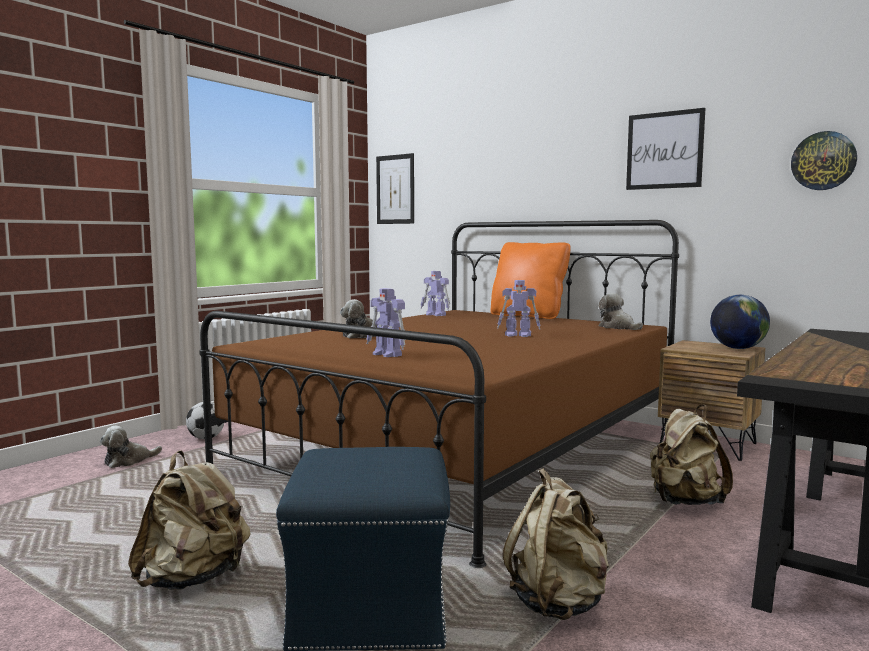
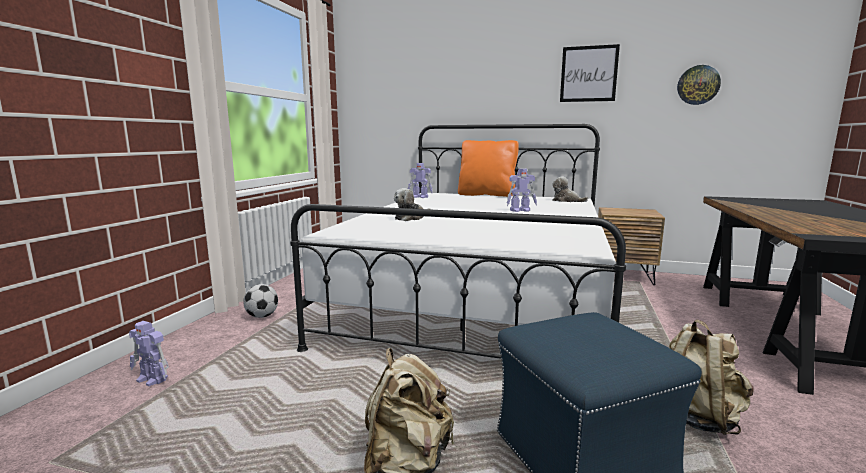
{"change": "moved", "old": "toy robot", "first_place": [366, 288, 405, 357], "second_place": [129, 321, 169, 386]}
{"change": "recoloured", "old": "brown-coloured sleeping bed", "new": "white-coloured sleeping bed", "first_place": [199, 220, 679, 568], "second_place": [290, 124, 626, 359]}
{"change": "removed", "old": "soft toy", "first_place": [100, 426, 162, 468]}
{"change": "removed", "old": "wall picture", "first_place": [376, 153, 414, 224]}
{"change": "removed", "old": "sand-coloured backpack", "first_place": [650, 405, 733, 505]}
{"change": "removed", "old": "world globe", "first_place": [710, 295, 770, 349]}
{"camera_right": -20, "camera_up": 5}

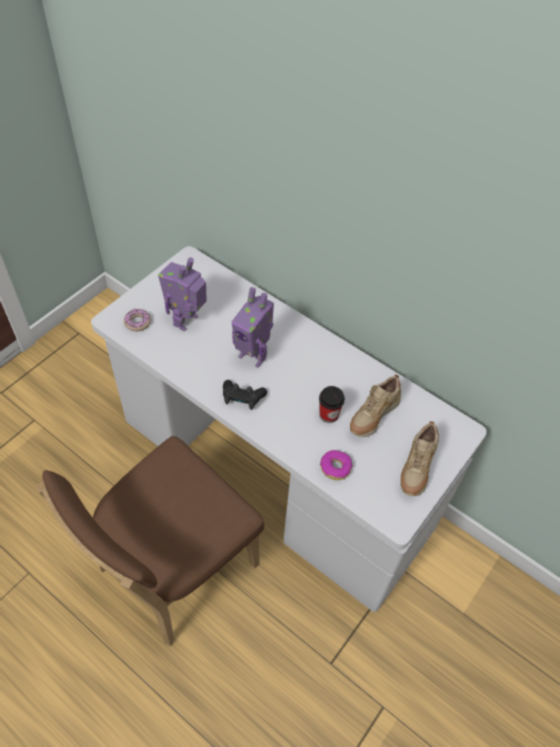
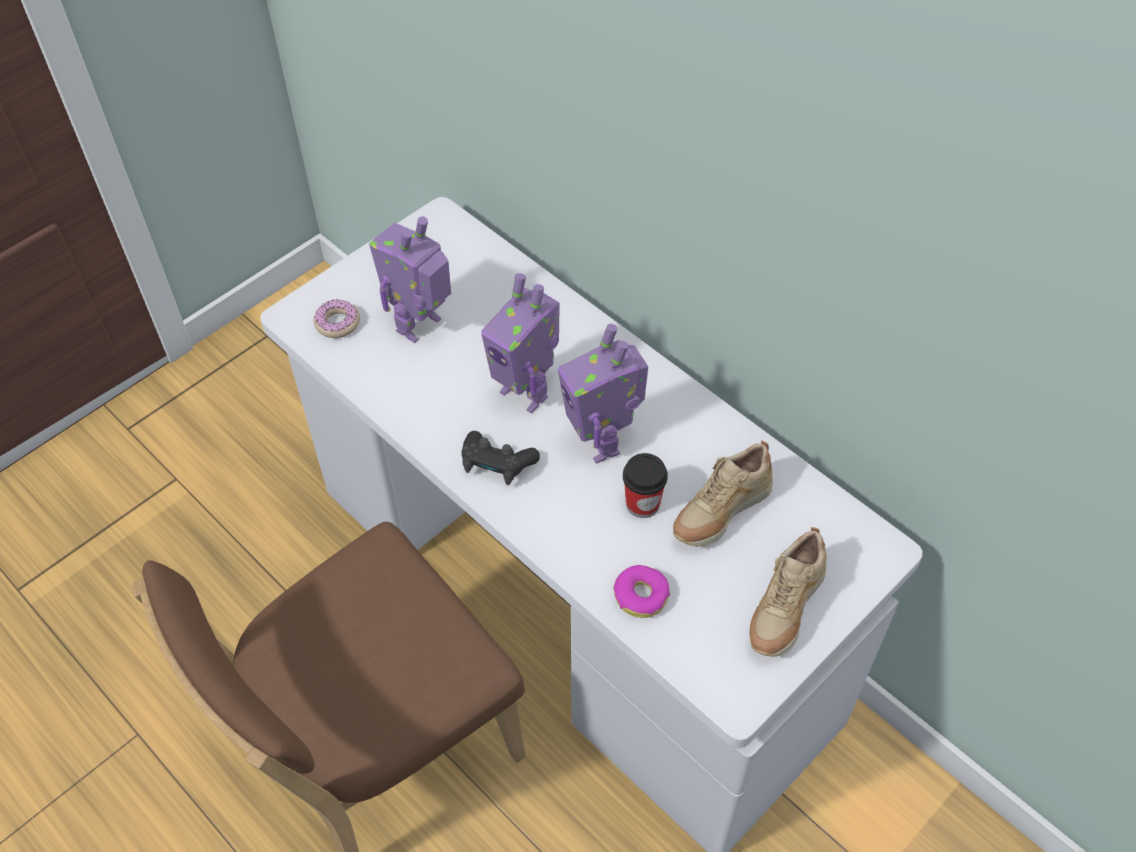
{"change": "added", "new": "toy robot", "second_place": [558, 324, 648, 463]}
{"camera_right": 10, "camera_up": 0}

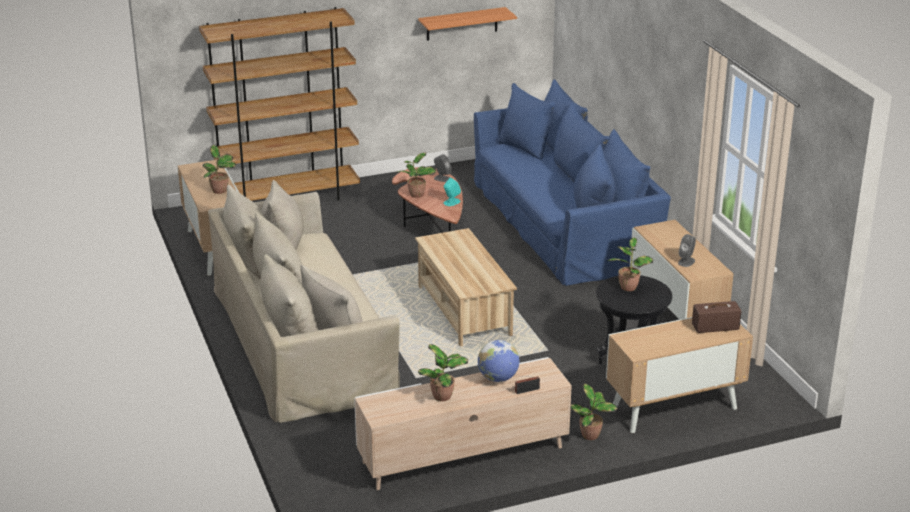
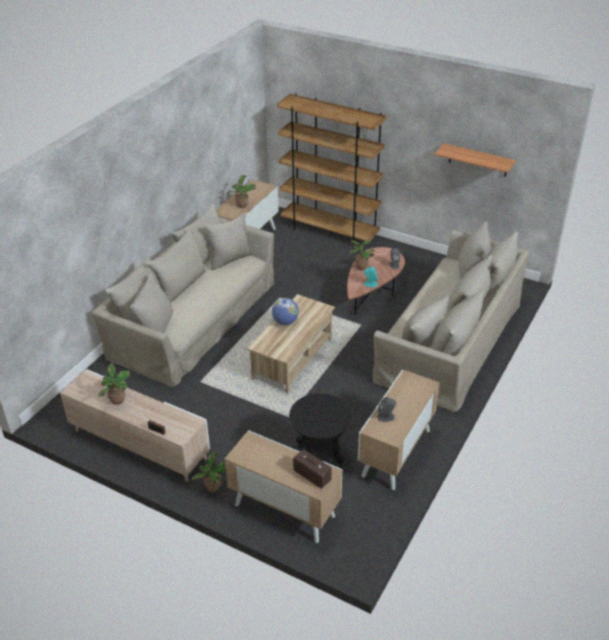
{"change": "moved", "old": "world globe", "first_place": [478, 340, 519, 382], "second_place": [272, 298, 299, 325]}
{"change": "recoloured", "old": "blue-coloured sofa", "new": "sand-coloured sofa", "first_place": [474, 79, 671, 286], "second_place": [372, 221, 530, 412]}
{"change": "removed", "old": "plant in a pot", "first_place": [607, 237, 653, 291]}
{"camera_right": 50, "camera_up": 10}

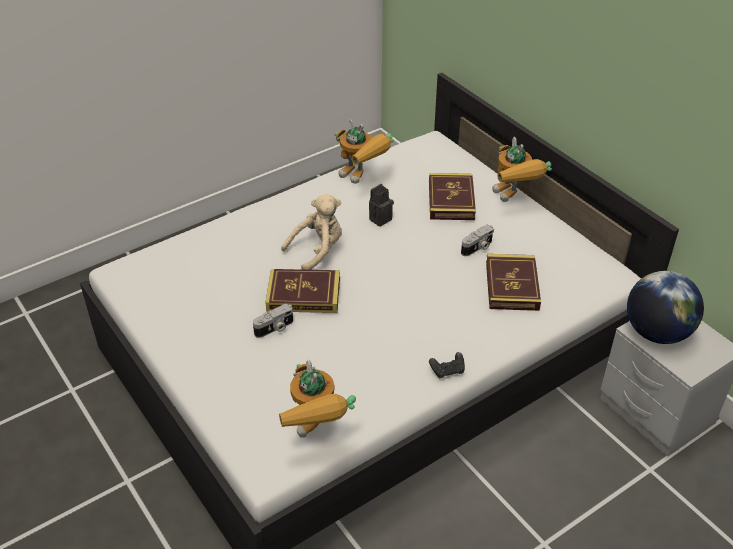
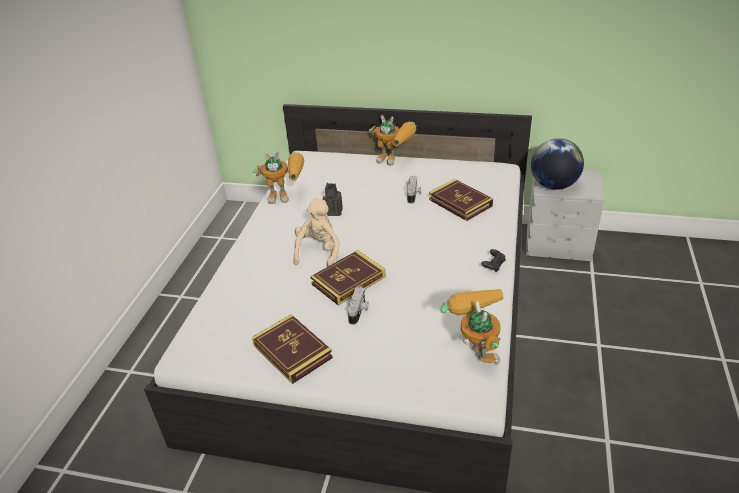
{"change": "moved", "old": "book", "first_place": [429, 173, 476, 220], "second_place": [252, 314, 333, 384]}
{"change": "turned", "old": "toy robot", "first_place": [279, 360, 356, 438], "second_place": [440, 289, 504, 364], "degrees": -135}
{"camera_right": -40, "camera_up": -5}

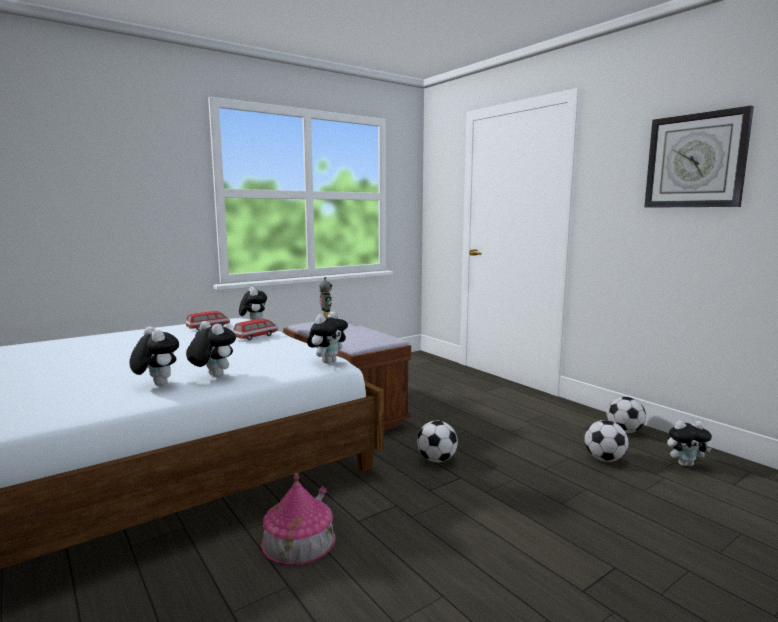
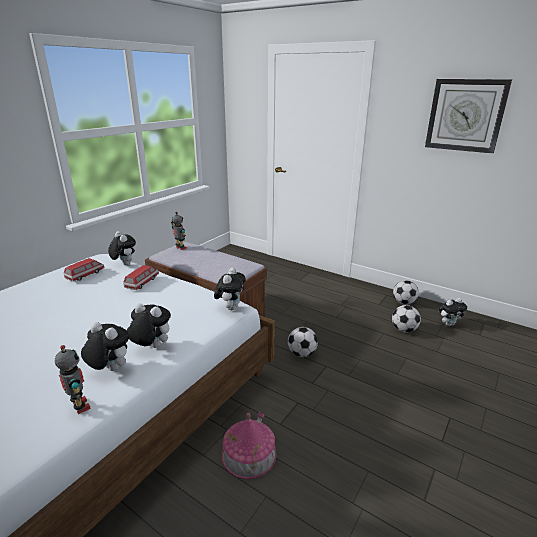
{"change": "added", "new": "toy robot", "second_place": [55, 345, 91, 414]}
{"camera_right": -20, "camera_up": 15}

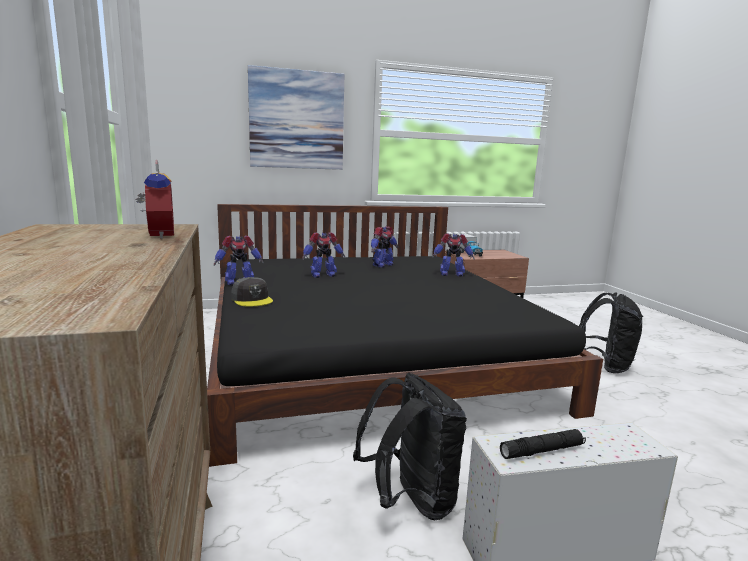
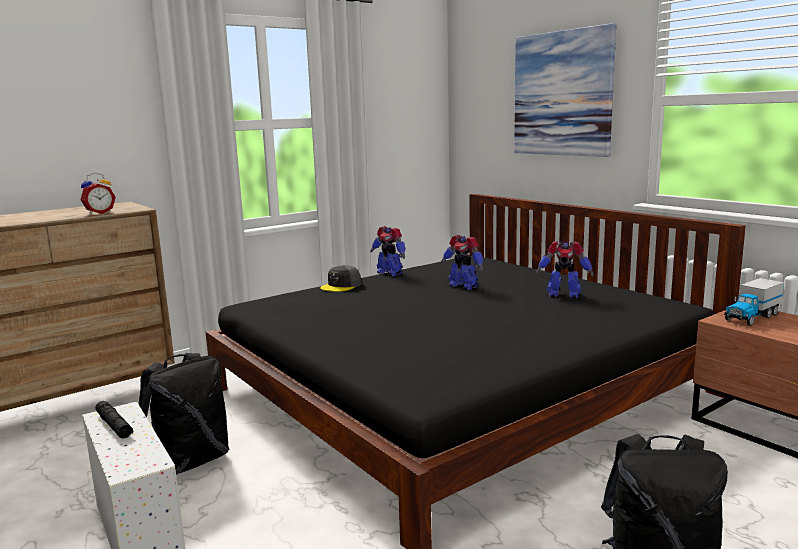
{"change": "removed", "old": "toy robot", "first_place": [432, 233, 475, 277]}
{"camera_right": 70, "camera_up": 0}

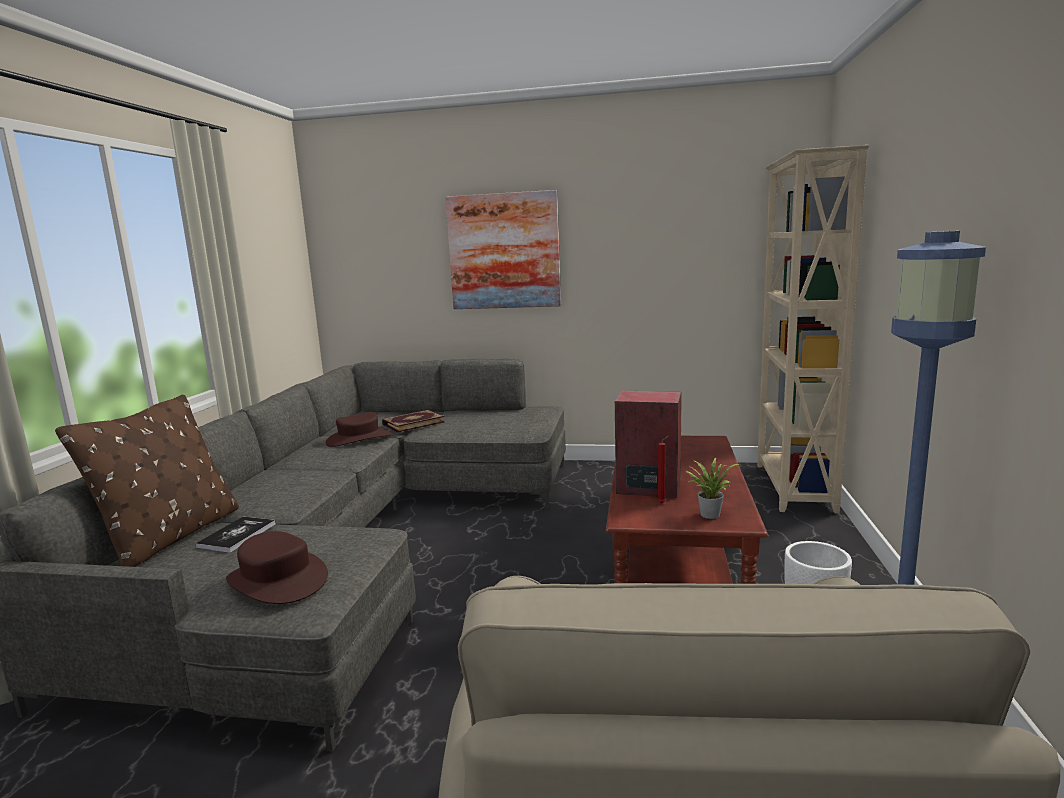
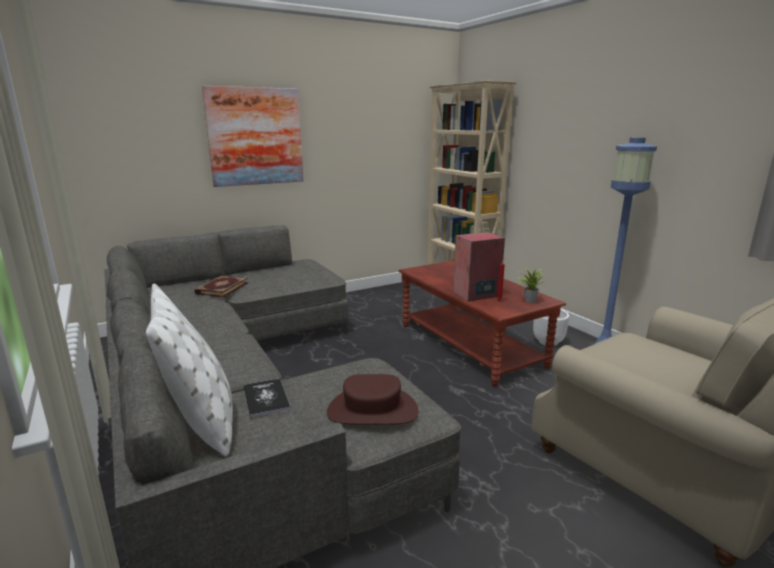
{"change": "recoloured", "old": "brown-coloured pillow", "new": "white-coloured pillow", "first_place": [55, 394, 239, 567], "second_place": [146, 284, 233, 457]}
{"change": "removed", "old": "brown-coloured clothing hat", "first_place": [326, 412, 392, 447]}
{"camera_right": -40, "camera_up": 5}

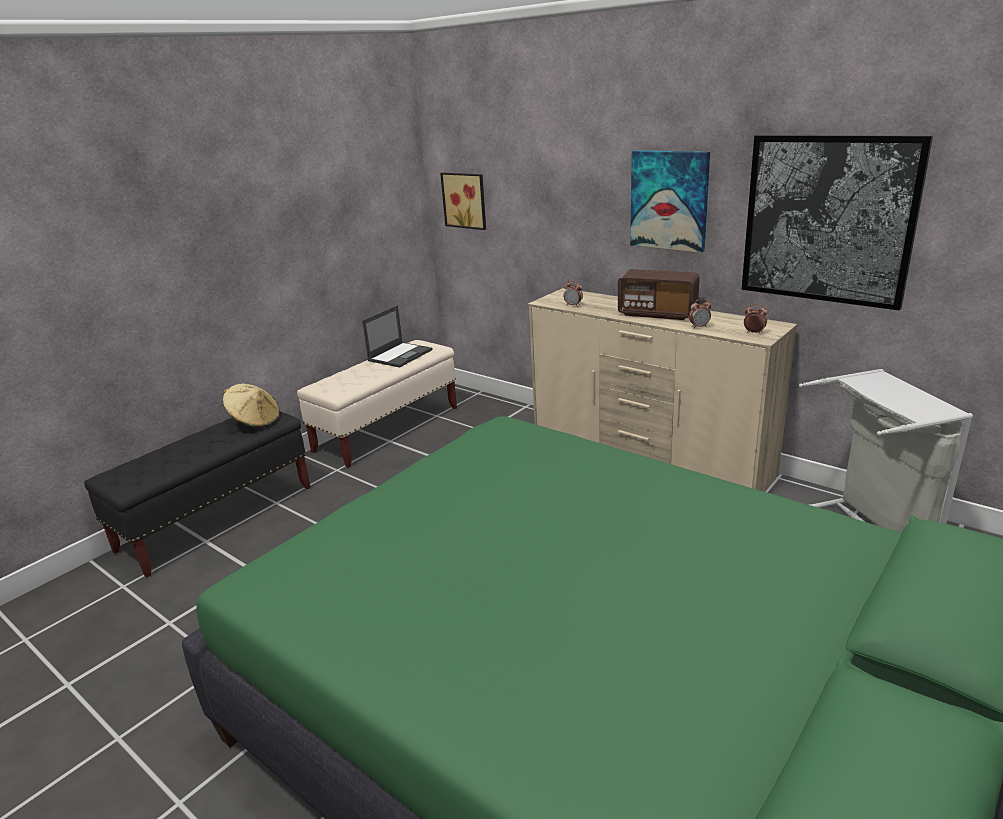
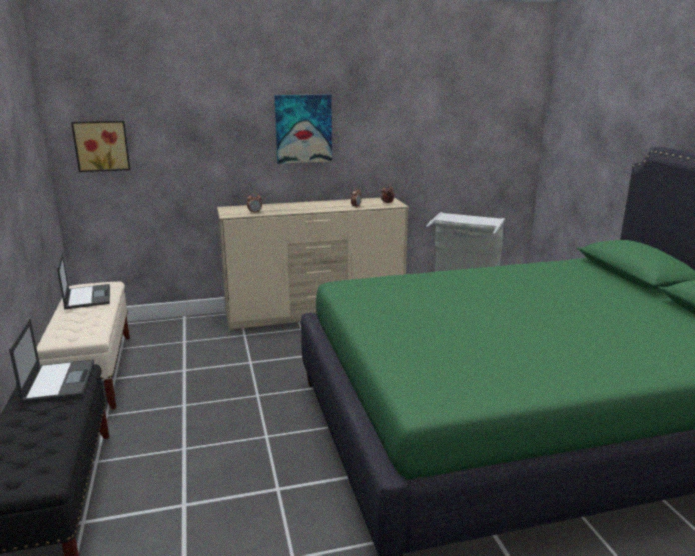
{"change": "replaced", "old": "sand-coloured clothing hat", "new": "laptop", "first_place": [222, 383, 280, 428], "second_place": [9, 318, 94, 403]}
{"change": "removed", "old": "radio receiver", "first_place": [618, 269, 700, 320]}
{"change": "removed", "old": "wall picture", "first_place": [742, 135, 933, 310]}
{"camera_right": -55, "camera_up": -5}

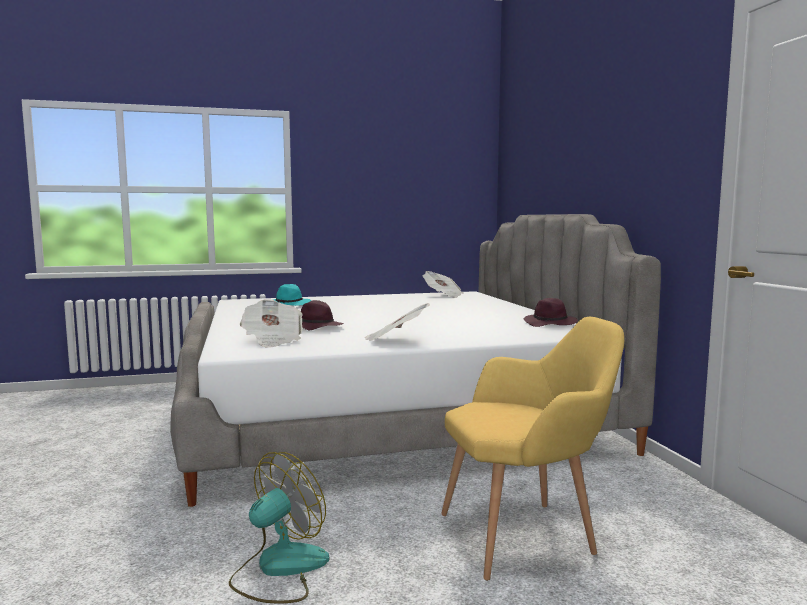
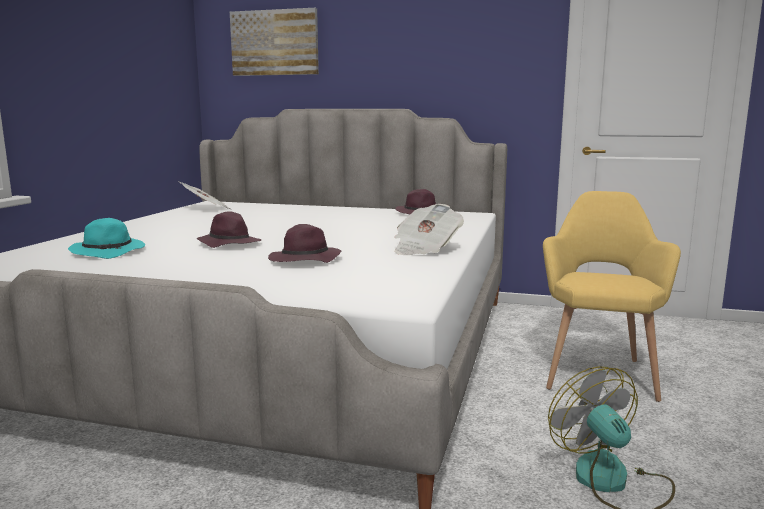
{"change": "added", "new": "purple-coloured clothing hat", "second_place": [196, 211, 261, 248]}
{"change": "added", "new": "wall picture", "second_place": [230, 8, 319, 76]}
{"change": "removed", "old": "daily paper", "first_place": [240, 300, 303, 348]}
{"camera_right": -60, "camera_up": 5}

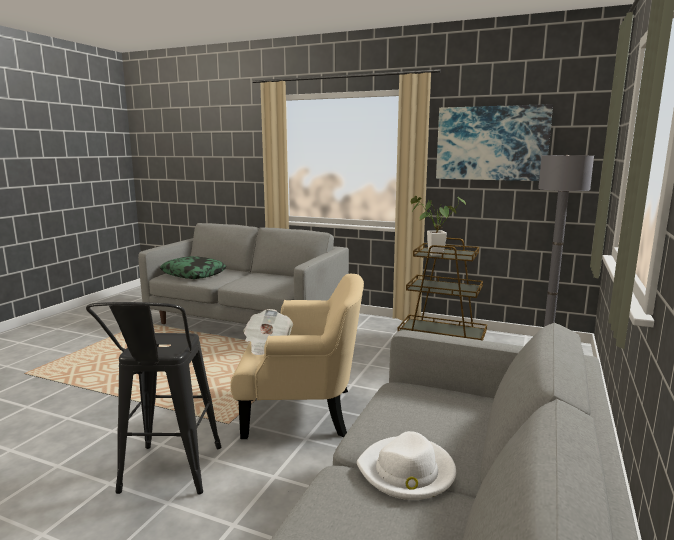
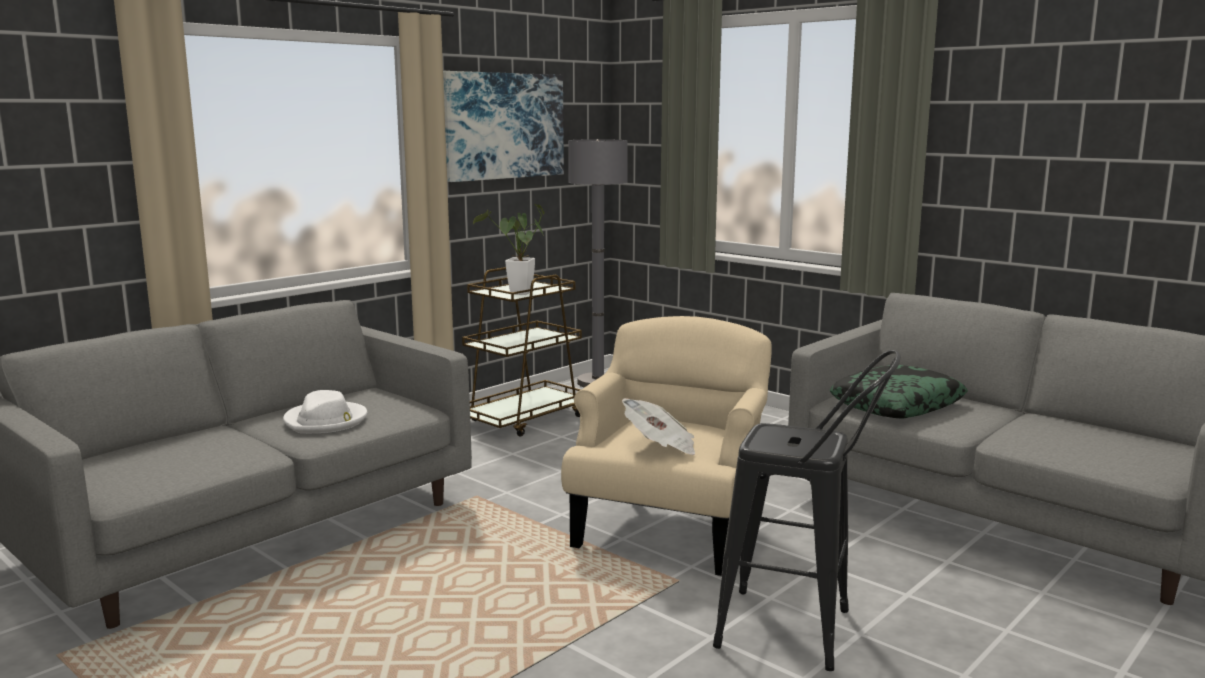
{"change": "moved", "old": "white-coloured clothing hat", "first_place": [357, 431, 456, 500], "second_place": [283, 390, 367, 433]}
{"change": "moved", "old": "pillow", "first_place": [160, 256, 226, 279], "second_place": [829, 365, 968, 418]}
{"camera_right": -70, "camera_up": 0}

